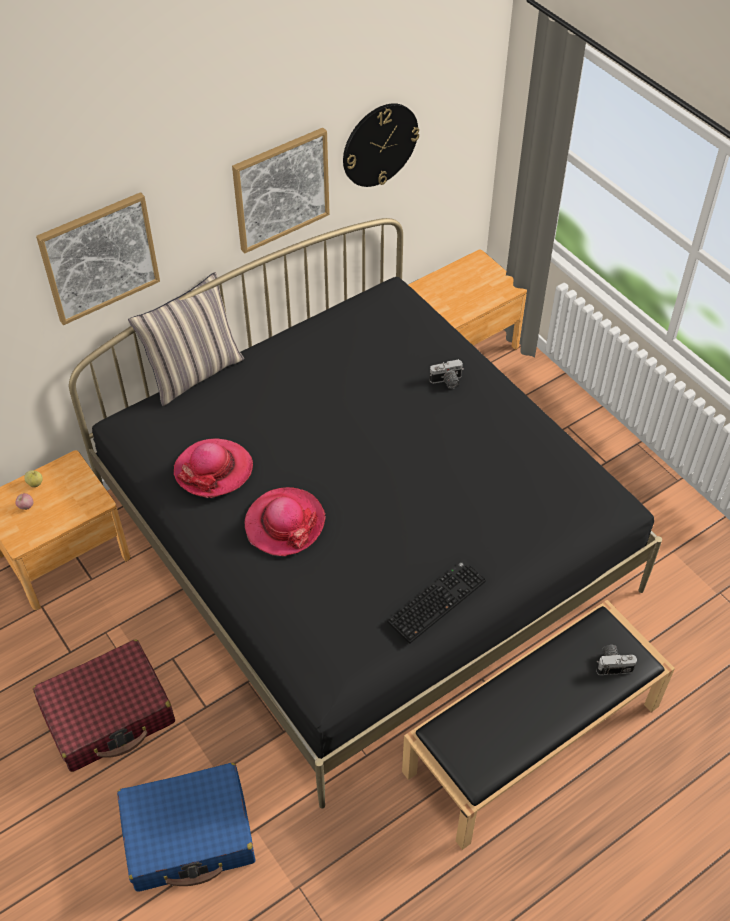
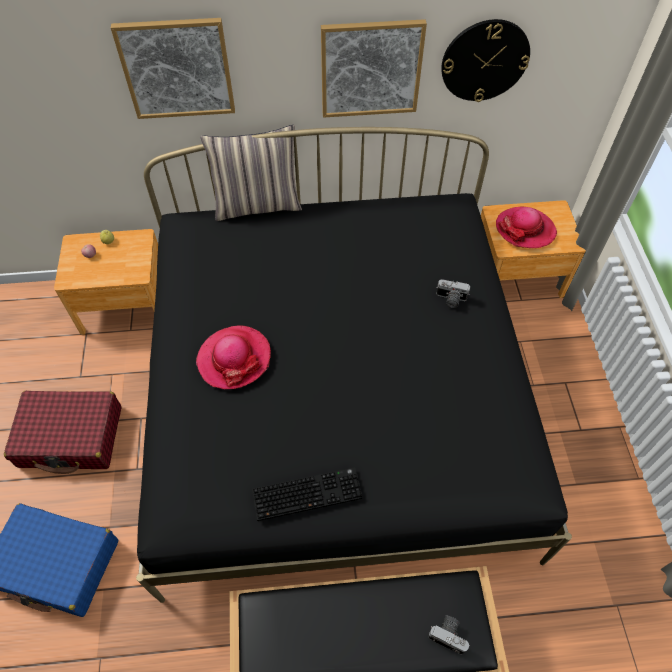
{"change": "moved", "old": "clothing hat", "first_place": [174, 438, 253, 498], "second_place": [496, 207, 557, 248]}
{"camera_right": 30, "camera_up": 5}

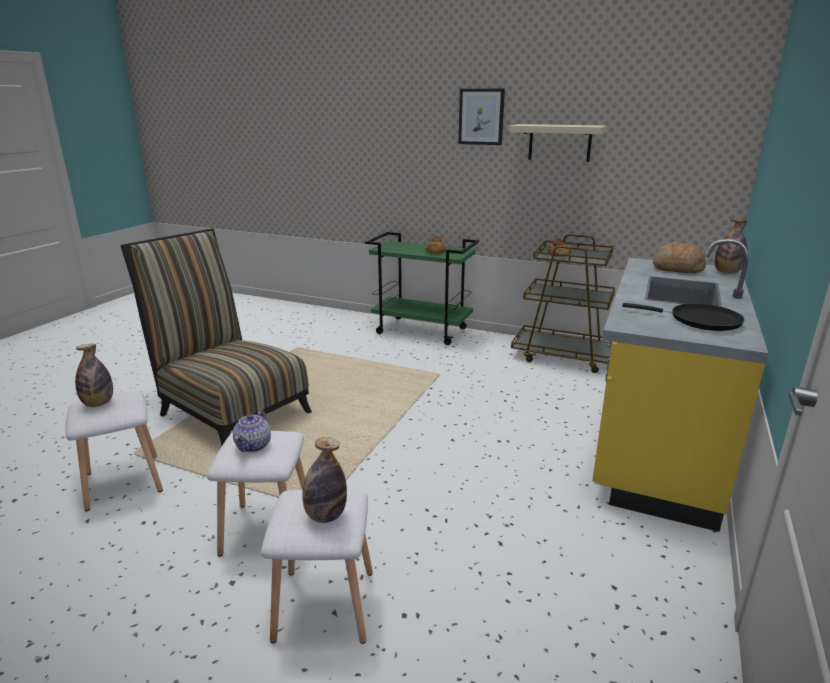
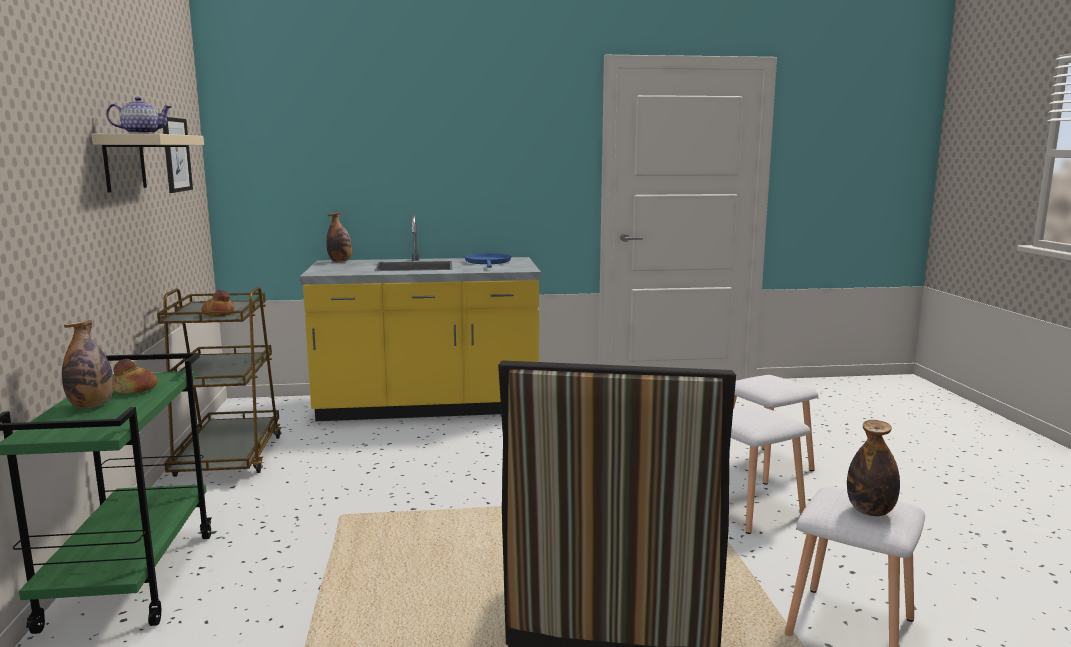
{"change": "moved", "old": "bottle", "first_place": [302, 437, 347, 523], "second_place": [62, 320, 114, 408]}
{"change": "moved", "old": "tea pot", "first_place": [233, 409, 271, 452], "second_place": [106, 97, 172, 134]}
{"change": "moved", "old": "wall picture", "first_place": [458, 89, 505, 145], "second_place": [163, 117, 193, 193]}
{"change": "recoloured", "old": "black-coloured frying pan", "new": "blue-coloured frying pan", "first_place": [622, 303, 745, 331], "second_place": [465, 253, 511, 268]}
{"change": "removed", "old": "baked bread", "first_place": [653, 242, 706, 273]}
{"camera_right": -120, "camera_up": -10}

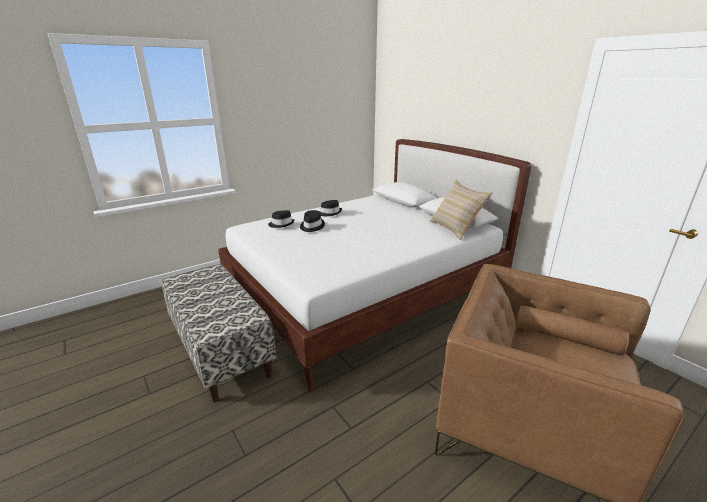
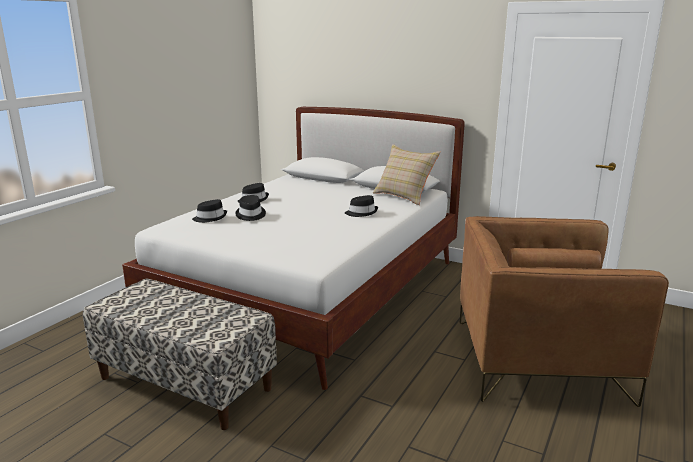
{"change": "added", "new": "black-coloured clothing hat", "second_place": [345, 195, 378, 217]}
{"camera_right": -25, "camera_up": -5}

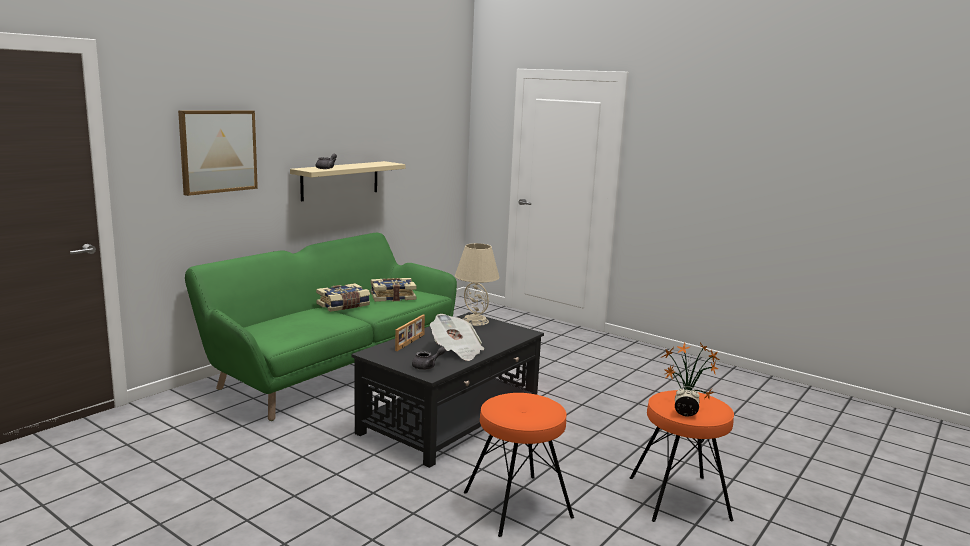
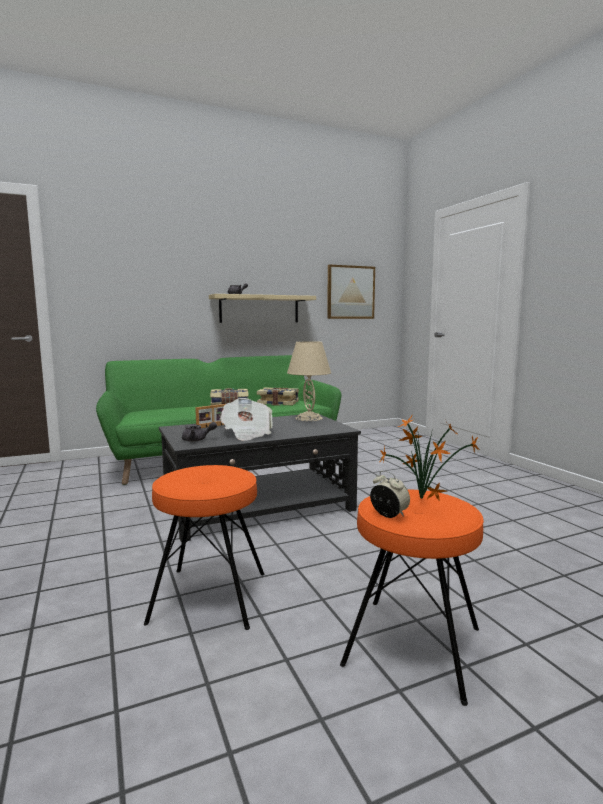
{"change": "moved", "old": "wall picture", "first_place": [178, 110, 258, 196], "second_place": [327, 265, 375, 319]}
{"camera_right": 30, "camera_up": -5}

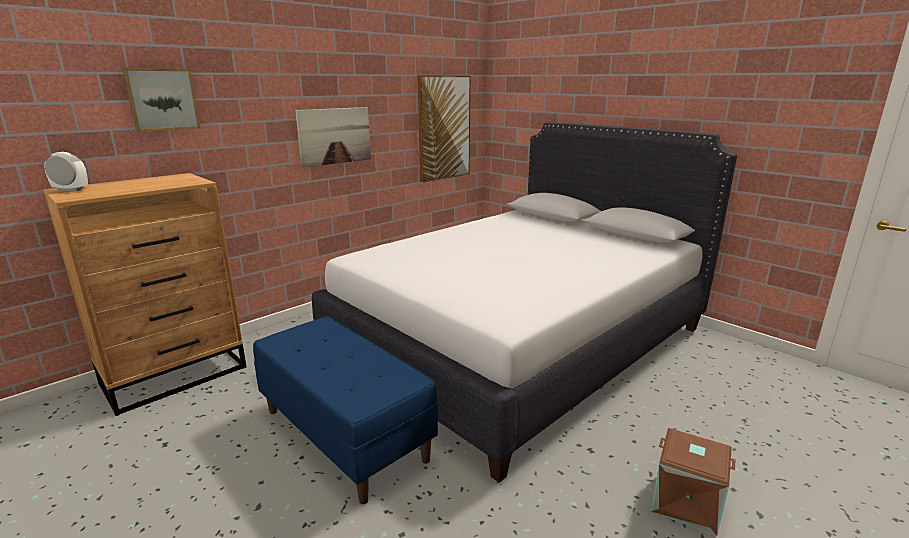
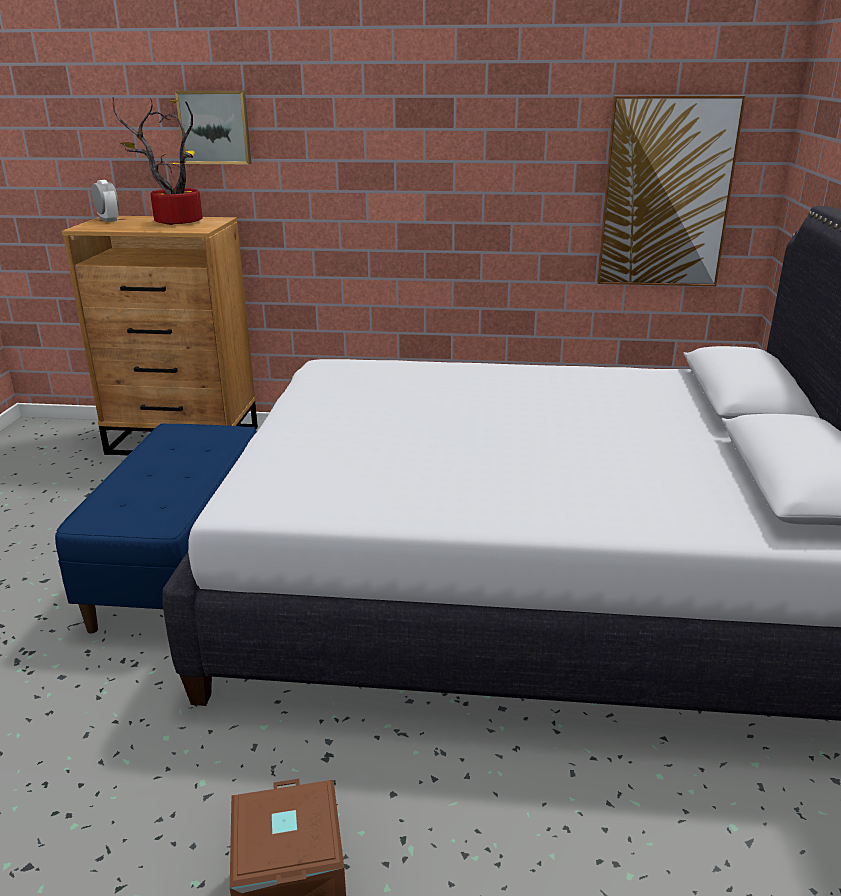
{"change": "added", "new": "plant in a pot", "second_place": [113, 97, 203, 225]}
{"change": "removed", "old": "wall picture", "first_place": [295, 107, 371, 168]}
{"camera_right": 50, "camera_up": 5}

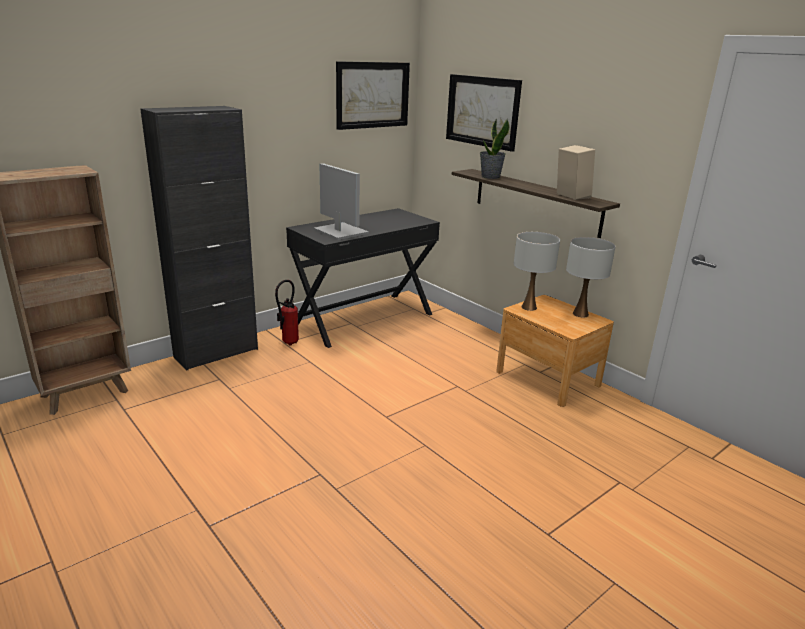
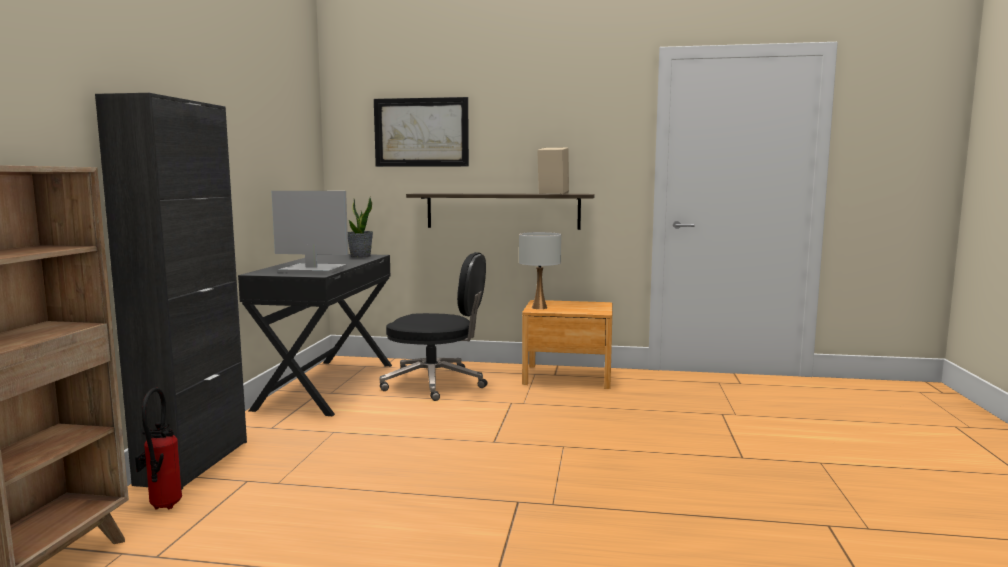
{"change": "moved", "old": "fire-fighting cylinder", "first_place": [275, 280, 299, 345], "second_place": [135, 388, 182, 510]}
{"change": "moved", "old": "plant in a pot", "first_place": [480, 118, 510, 179], "second_place": [348, 197, 373, 258]}
{"change": "added", "new": "black-coloured computer chair", "second_place": [379, 252, 487, 401]}
{"change": "removed", "old": "wall picture", "first_place": [336, 61, 410, 130]}
{"change": "removed", "old": "white-coloured lamp for a table", "first_place": [566, 237, 616, 317]}
{"camera_right": -40, "camera_up": -15}

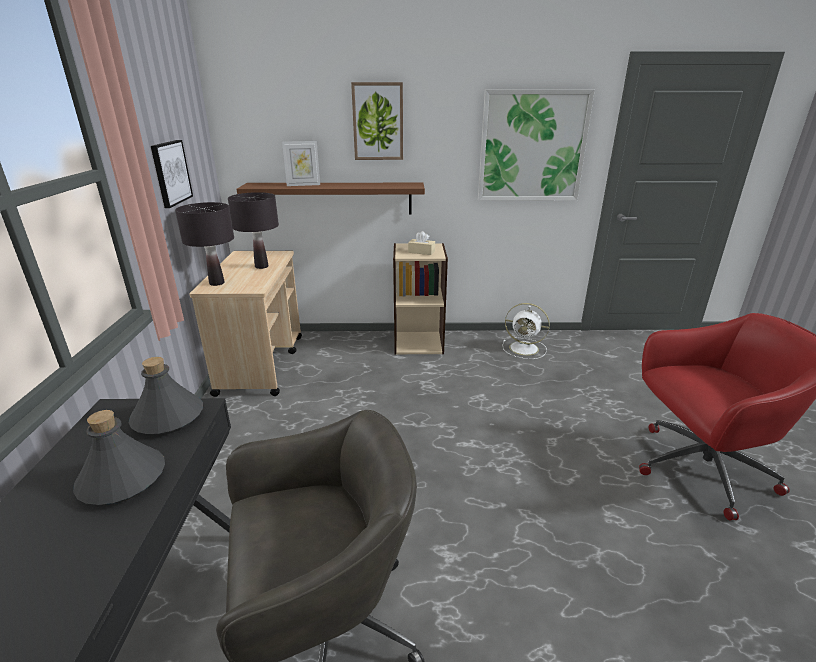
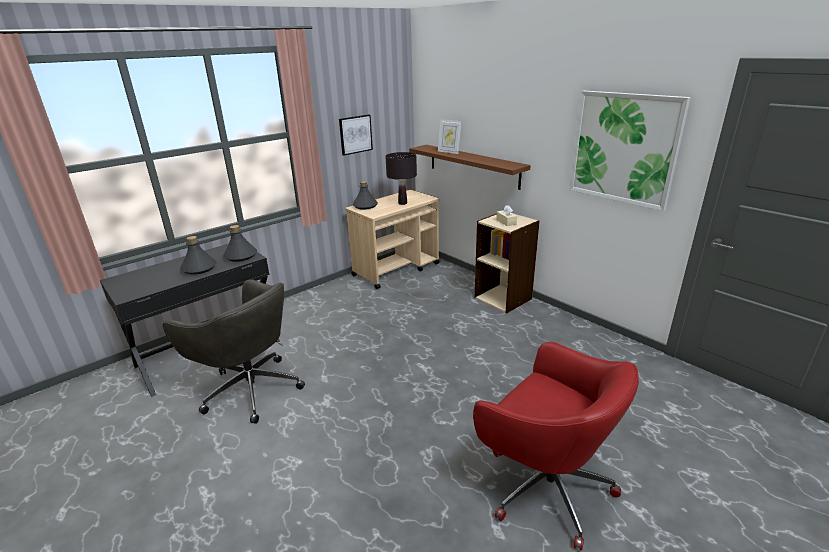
{"change": "replaced", "old": "black-coloured lamp for a table", "new": "grey bottle", "first_place": [175, 202, 234, 286], "second_place": [352, 181, 378, 210]}
{"change": "removed", "old": "wall picture", "first_place": [351, 82, 403, 160]}
{"change": "removed", "old": "white-coloured electric fan", "first_place": [502, 303, 550, 359]}
{"camera_right": 50, "camera_up": 0}

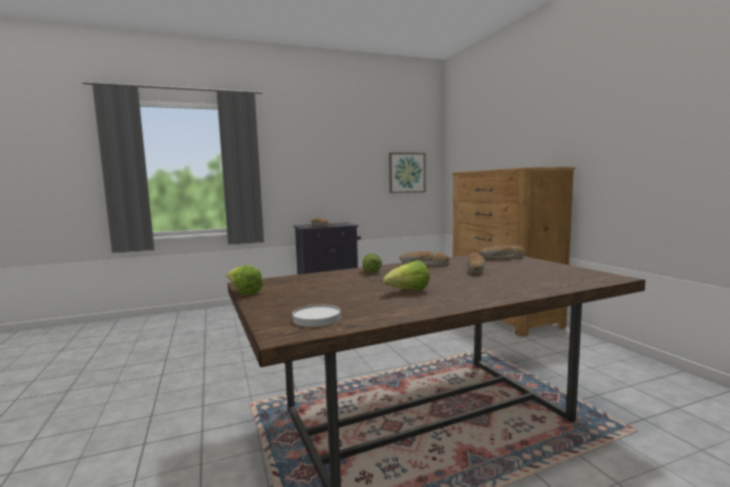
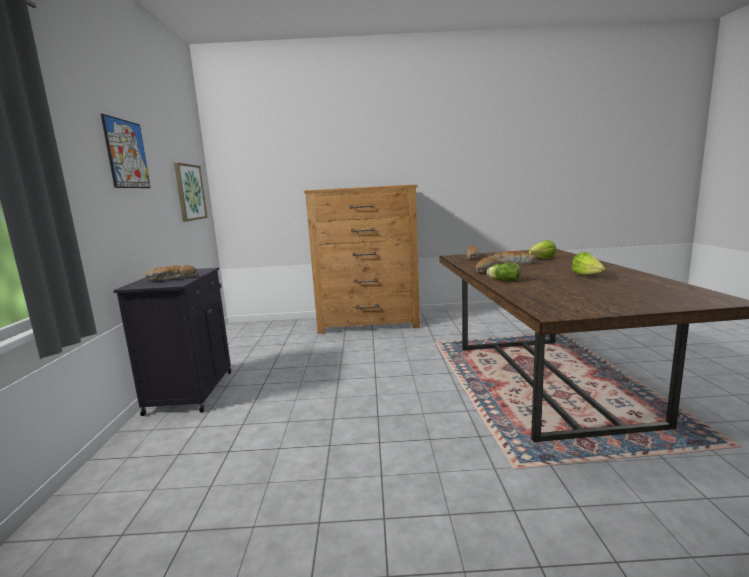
{"change": "added", "new": "wall picture", "second_place": [101, 114, 151, 188]}
{"change": "moved", "old": "head of lettuce", "first_place": [226, 265, 263, 295], "second_place": [528, 240, 557, 259]}
{"change": "removed", "old": "white-coloured dinner plate", "first_place": [292, 305, 341, 327]}
{"camera_right": -70, "camera_up": 5}

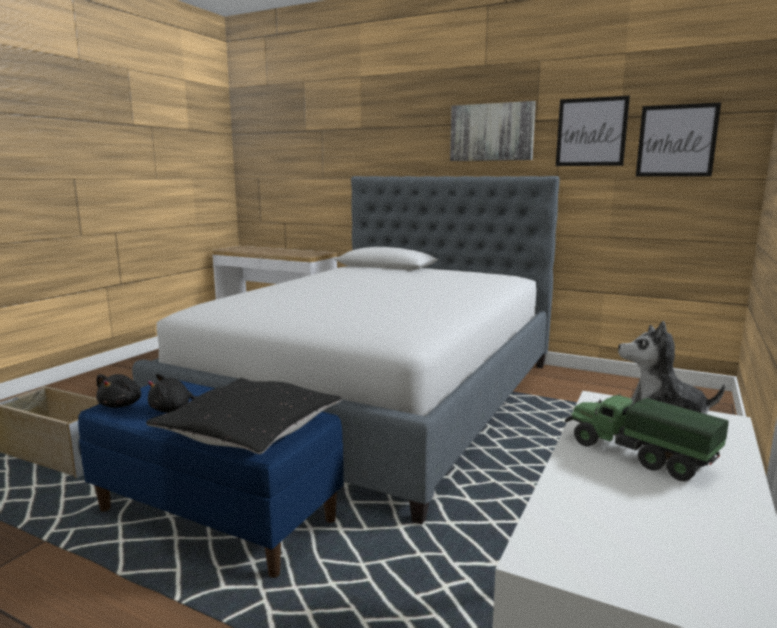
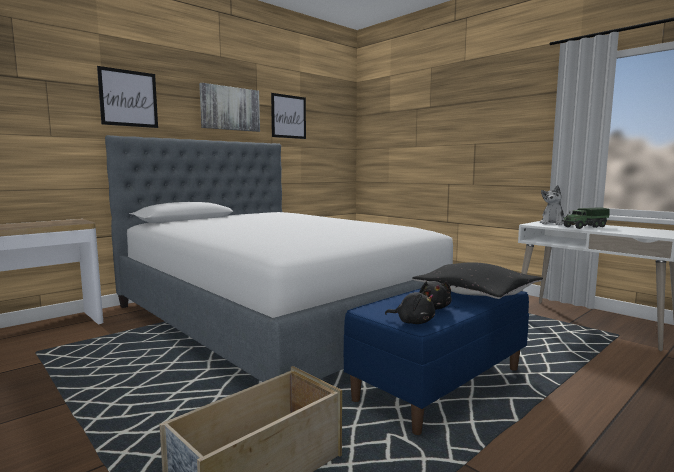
{"change": "moved", "old": "wall picture", "first_place": [636, 102, 721, 177], "second_place": [97, 66, 158, 128]}
{"camera_right": -70, "camera_up": -5}

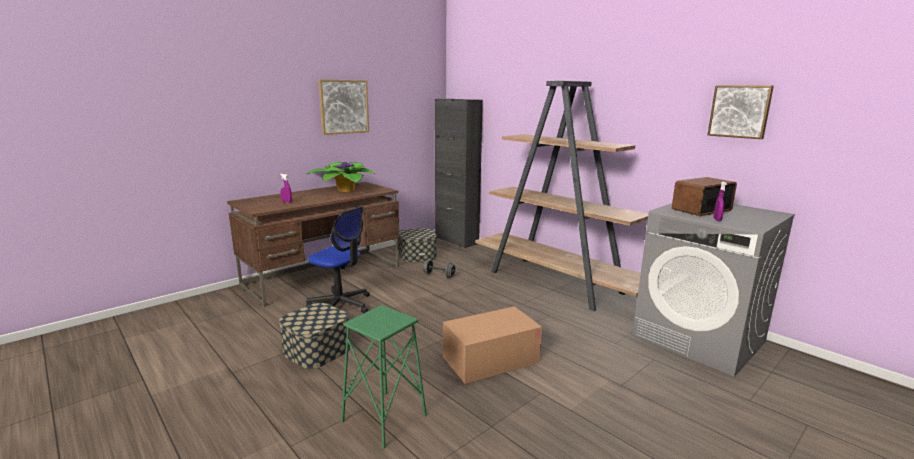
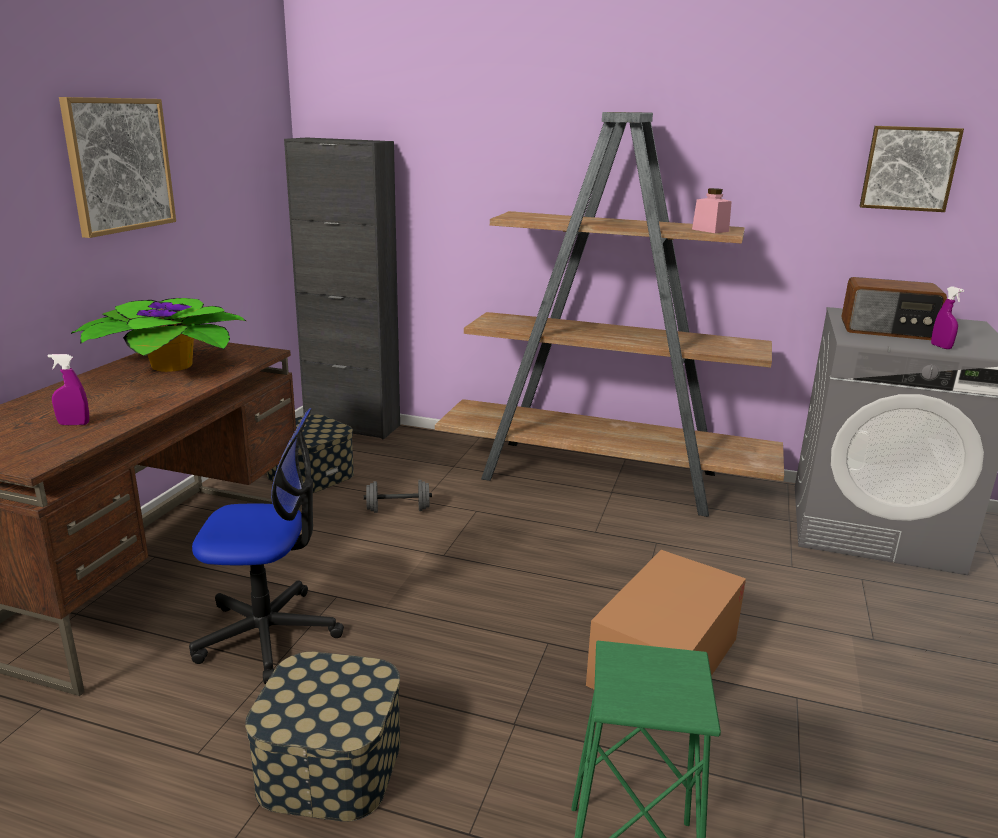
{"change": "added", "new": "pink-coloured jar", "second_place": [692, 188, 732, 233]}
{"change": "turned", "old": "radio receiver", "first_place": [672, 177, 737, 216], "second_place": [841, 277, 947, 340], "degrees": -105}
{"camera_right": -30, "camera_up": 5}

